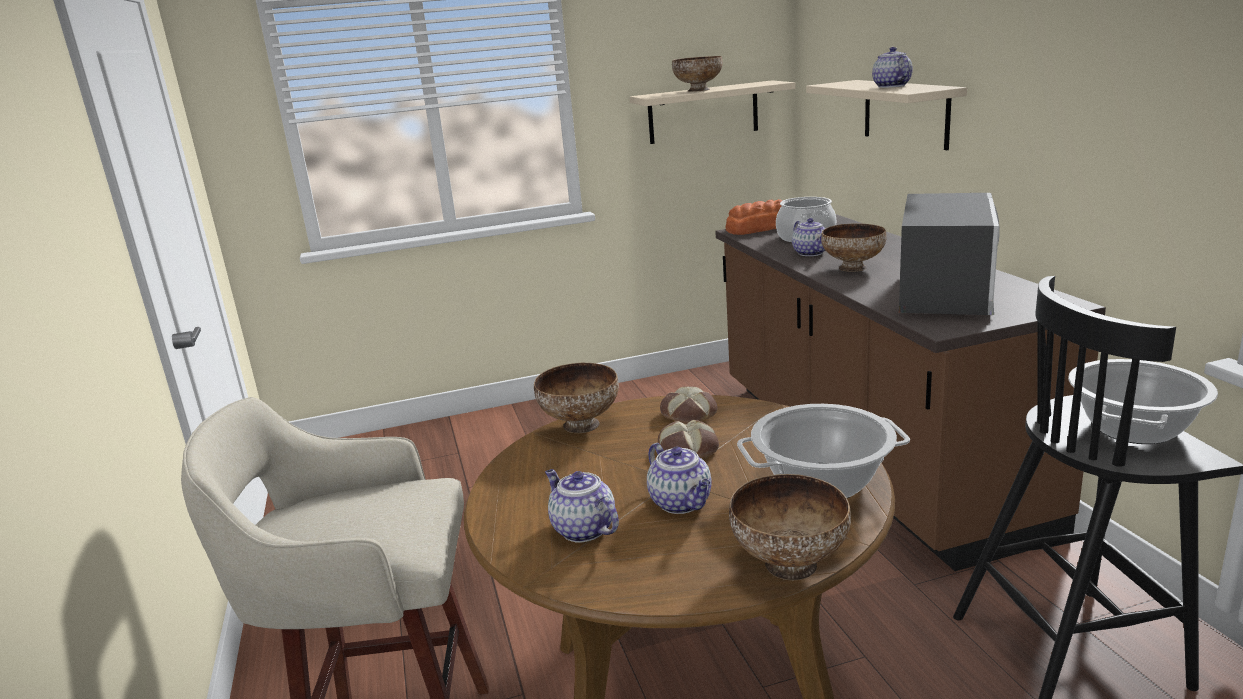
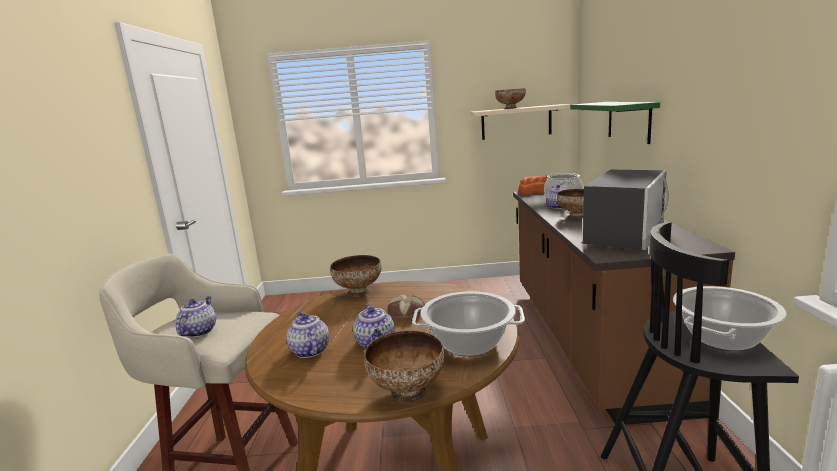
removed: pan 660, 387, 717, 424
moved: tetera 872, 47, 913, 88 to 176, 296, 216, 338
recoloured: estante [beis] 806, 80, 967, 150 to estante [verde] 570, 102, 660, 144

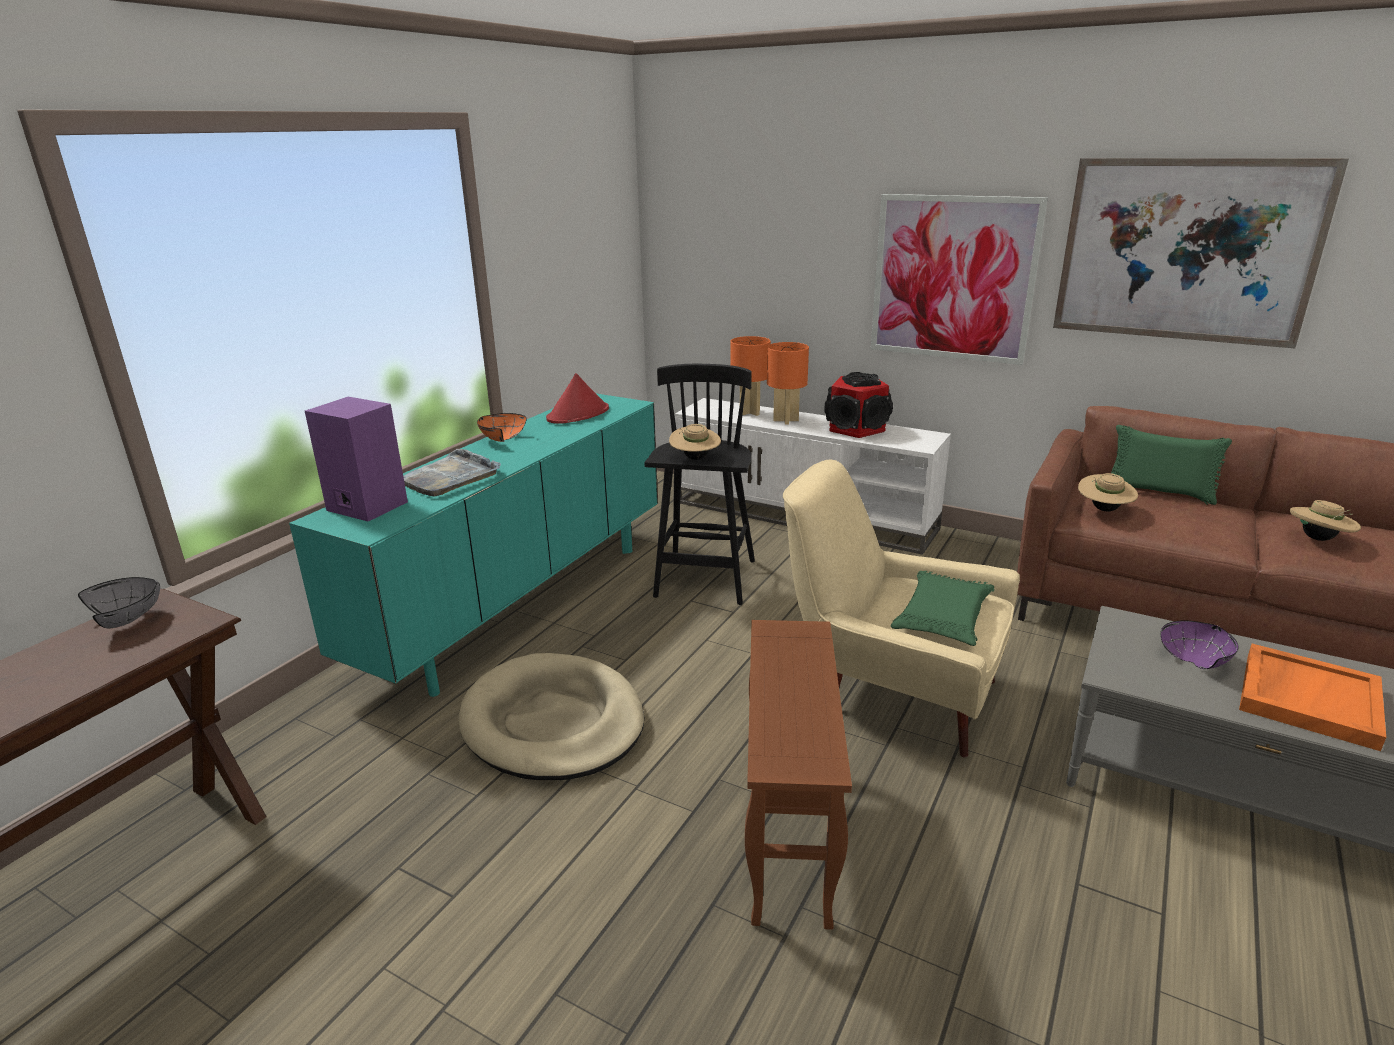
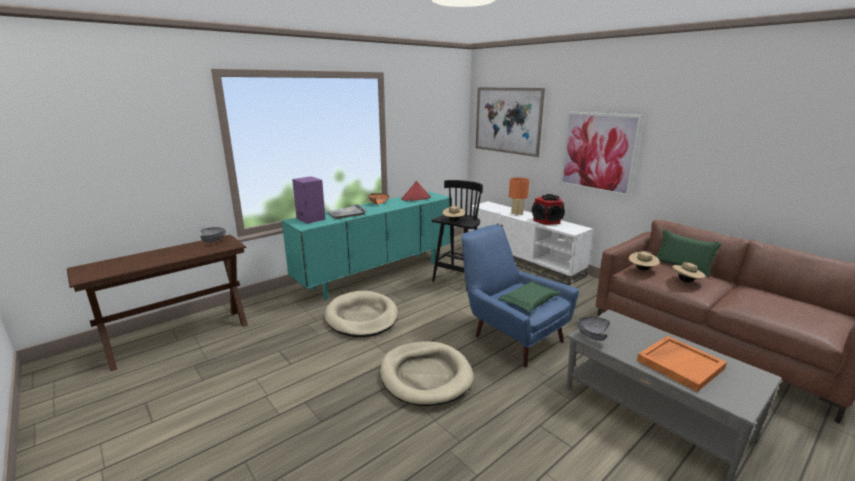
removed: lámpara de mesa [naranja] 731, 336, 771, 416; cuenco [morado] 1161, 620, 1239, 669
added: cuenco [gris] 577, 317, 610, 341
moved: cuadro 1053, 158, 1349, 348 to 476, 87, 545, 157; sombrero [beis] 1290, 500, 1361, 541 to 672, 262, 705, 283
replaced: mesa auxiliar [marrón] 745, 620, 852, 930 to cama para perro [beis] 380, 341, 474, 406
recoloured: sillón [beis] 783, 459, 1020, 758 to sillón [azul] 461, 225, 579, 367

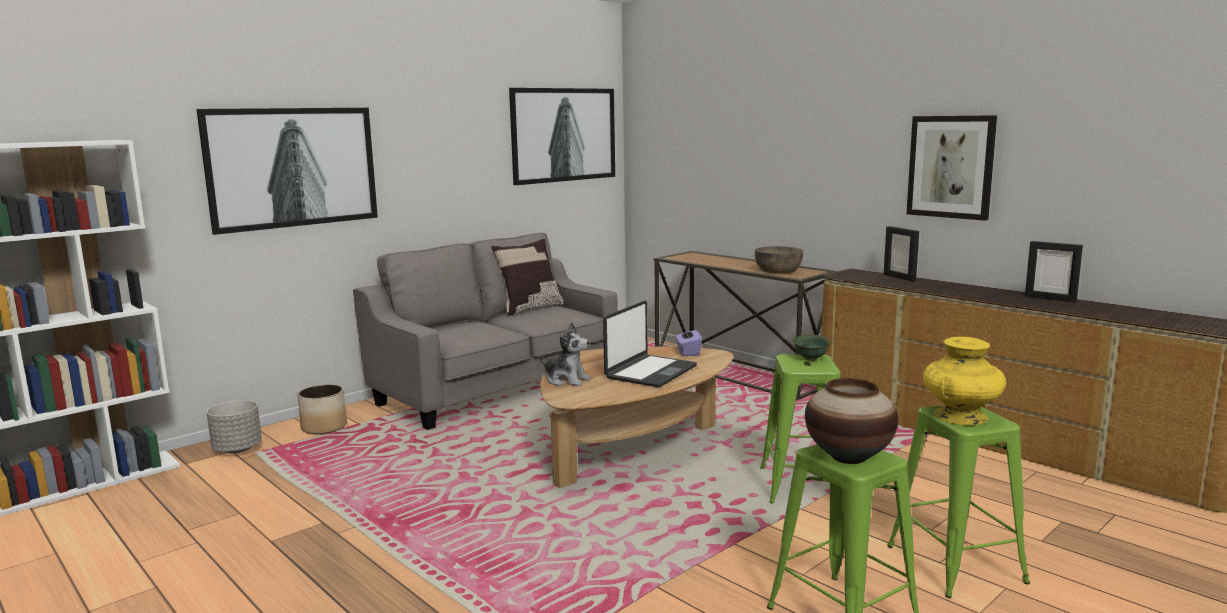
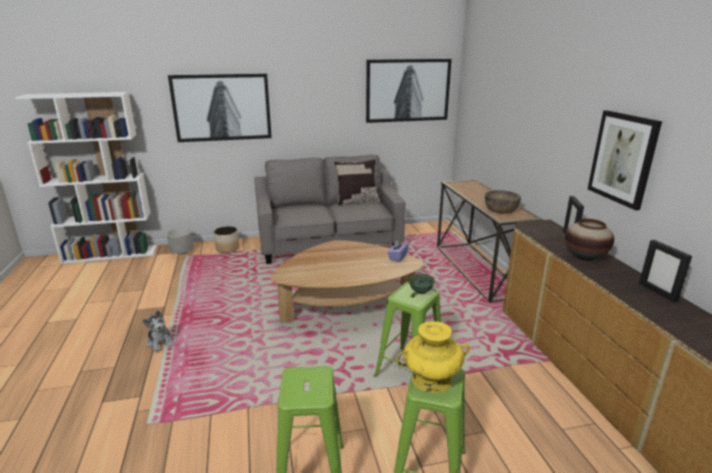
removed: portátil 603, 301, 697, 387
moved: peluche 538, 322, 591, 386 to 143, 310, 174, 352; florero 805, 378, 898, 464 to 565, 219, 614, 261

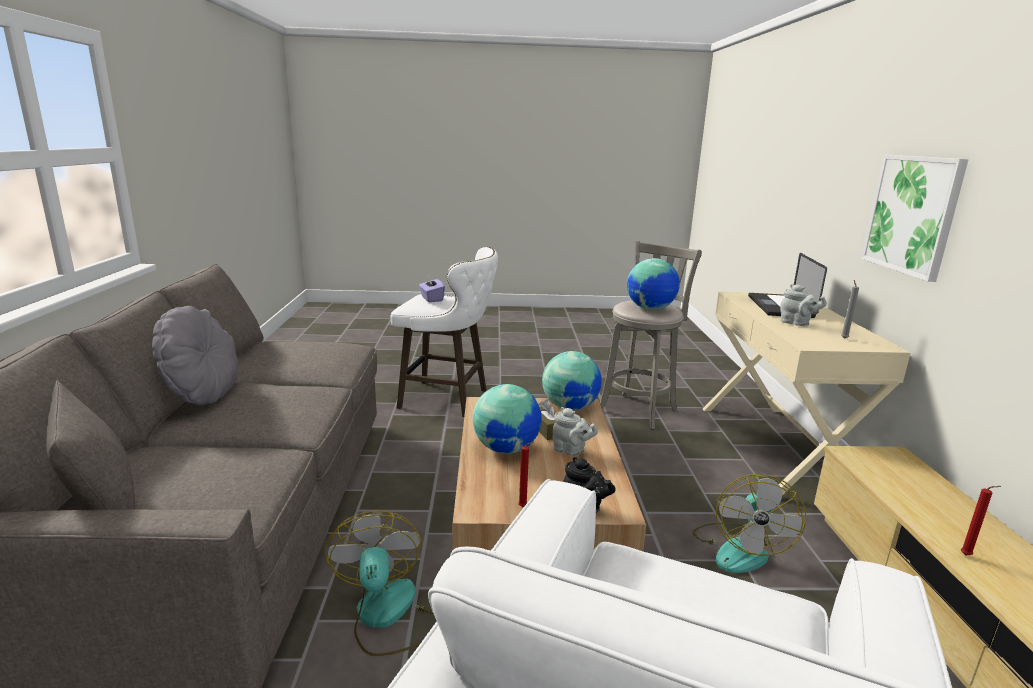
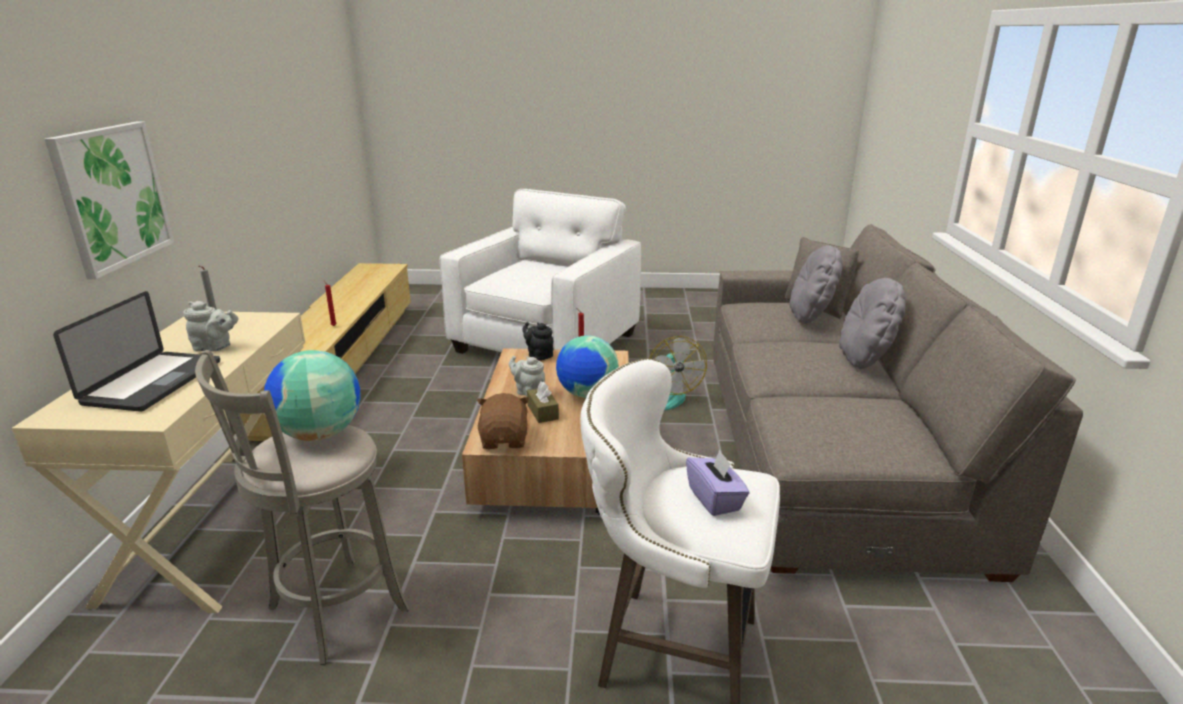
removed: ventilador 693, 474, 806, 573
added: cojín [gris] 789, 245, 843, 324
replaced: globo terráqueo 542, 351, 602, 410 to peluche [marrón] 477, 393, 530, 449
turned: tetera [gris] 780, 284, 827, 326 = 183, 301, 238, 352 135 degrees clockwise

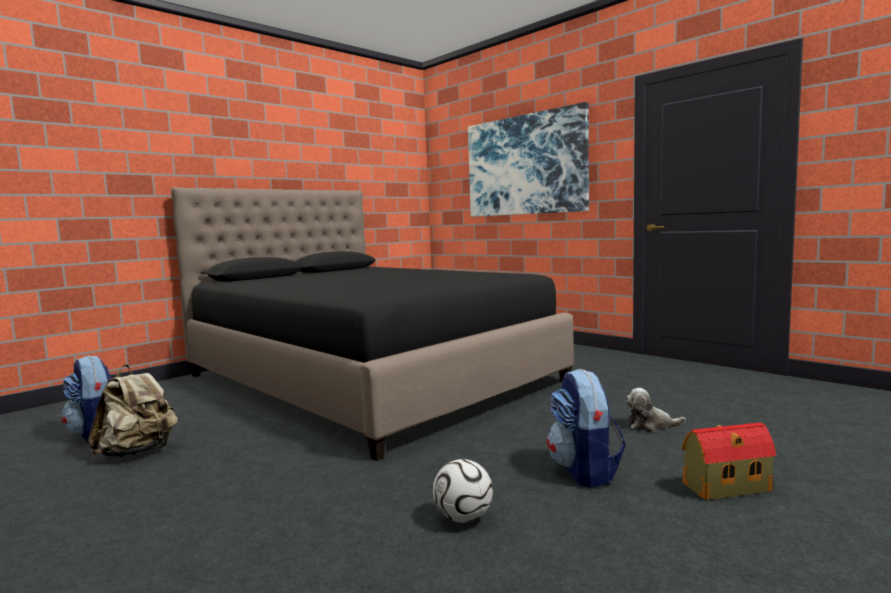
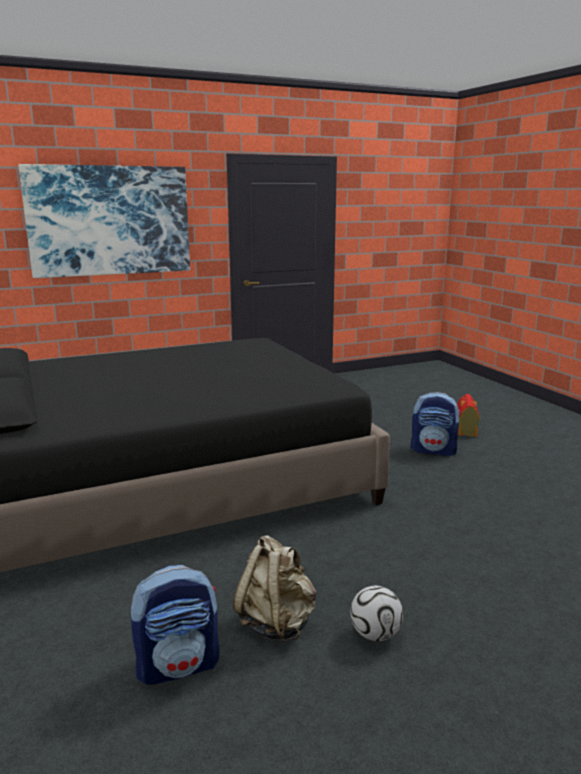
removed: peluche 624, 388, 686, 432
moved: balón de fútbol 433, 459, 493, 523 to 351, 586, 403, 641

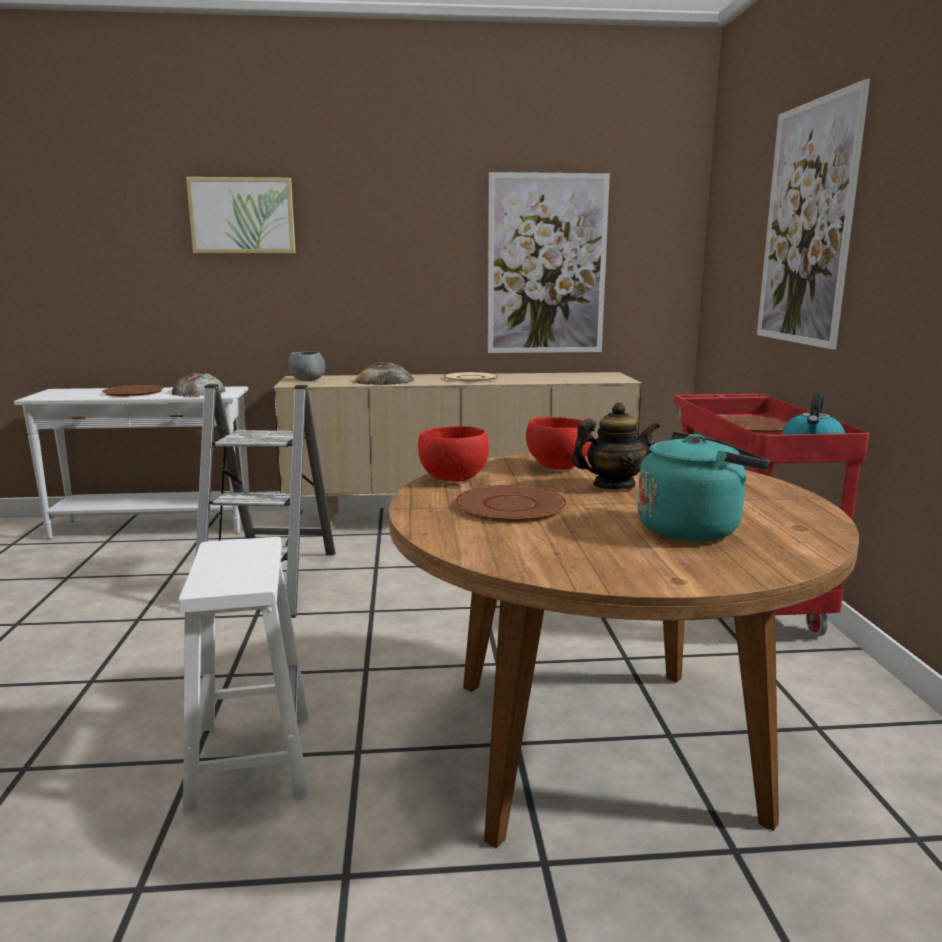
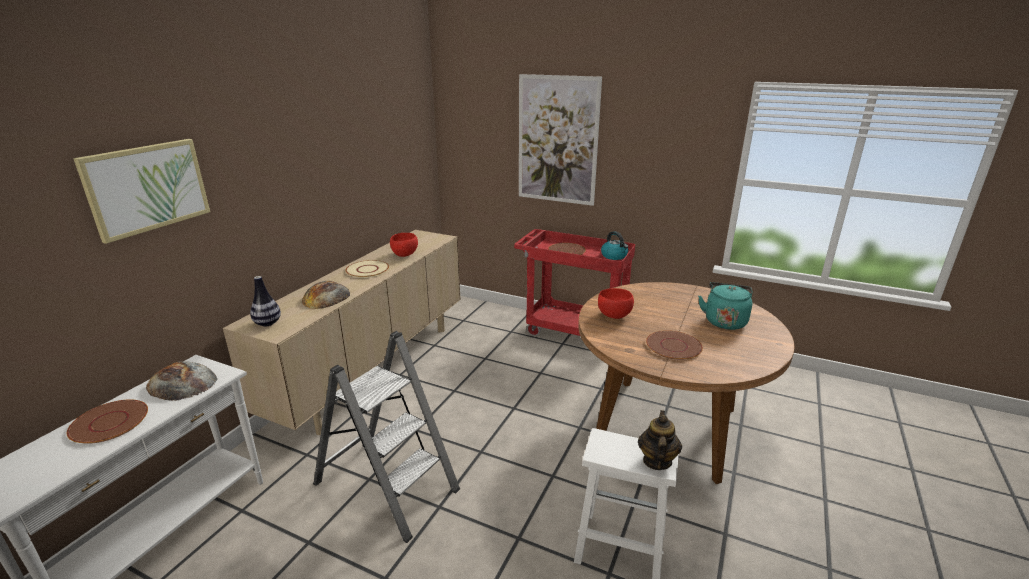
removed: cuadro 488, 172, 610, 353
moved: cuenco [rojo] 418, 426, 489, 481 to 390, 233, 418, 257; tetera 572, 402, 660, 490 to 638, 410, 682, 470
replaced: cuenco [gris] 288, 351, 325, 381 to florero 250, 276, 281, 326

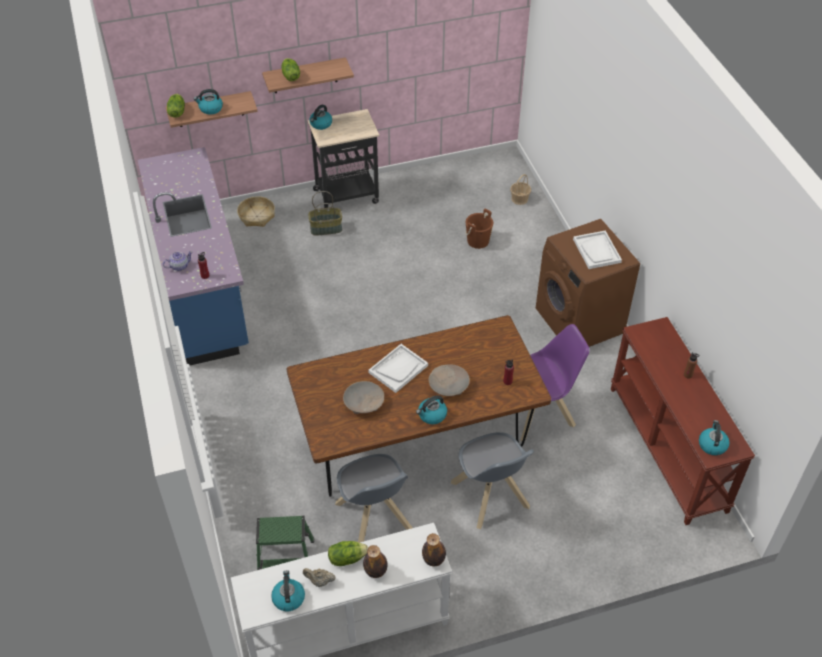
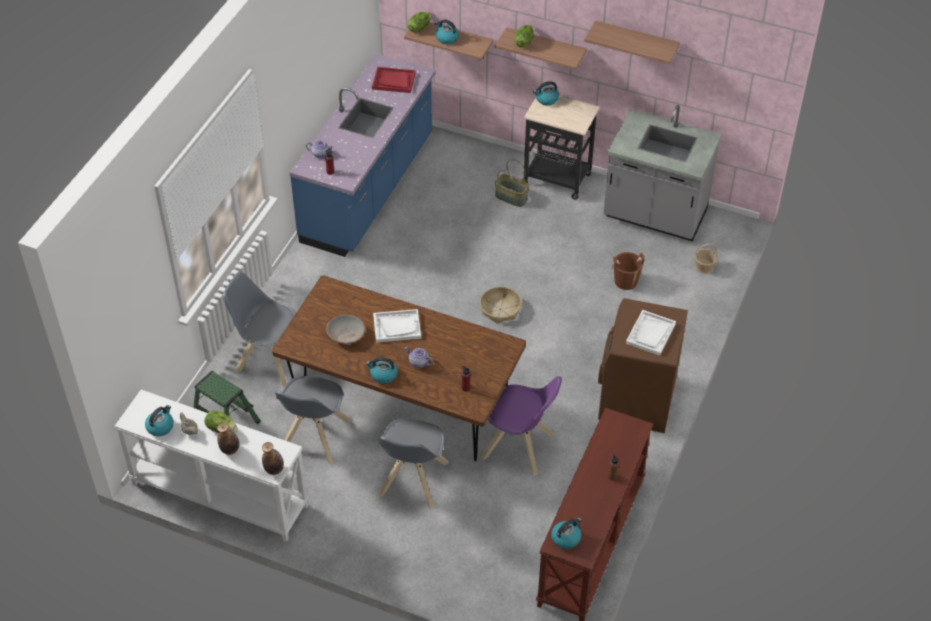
added: silla [gris] 223, 272, 296, 387; bandeja [rojo] 372, 67, 416, 93; estante 584, 20, 680, 64; mueble bajo de cocina [gris] 603, 105, 722, 242
moved: cesta 237, 196, 275, 227 to 480, 287, 521, 323
replaced: cuenco [beis] 429, 364, 470, 396 to tetera 405, 347, 433, 368

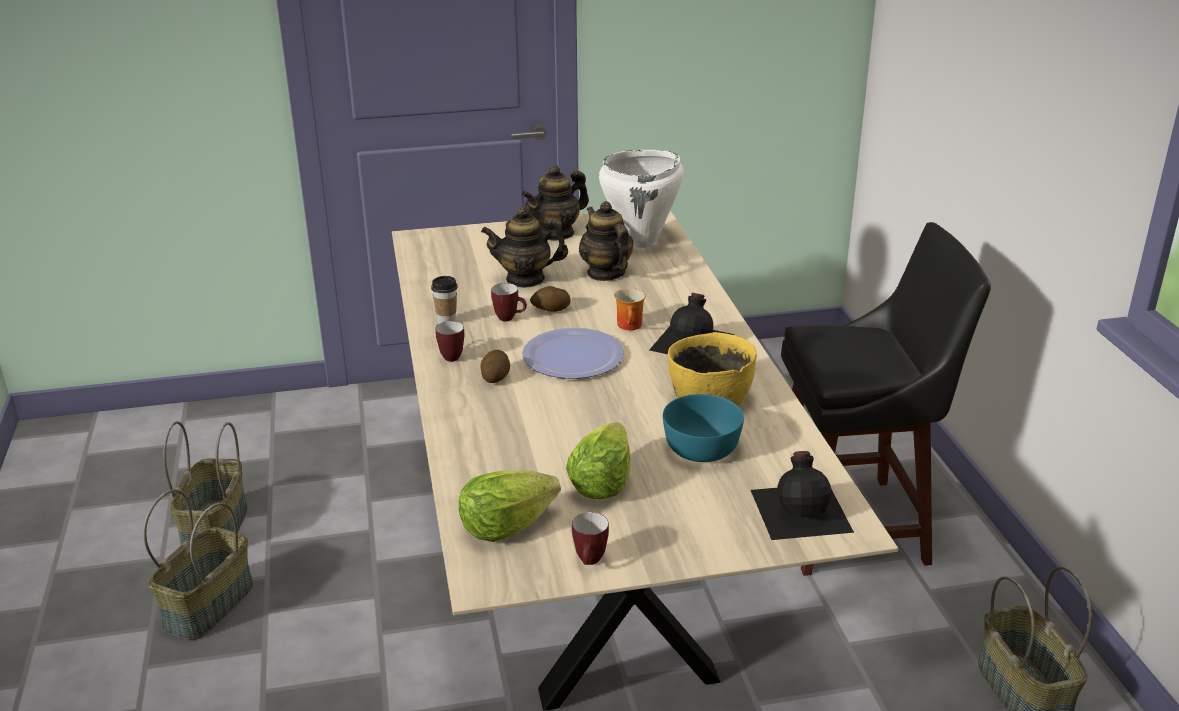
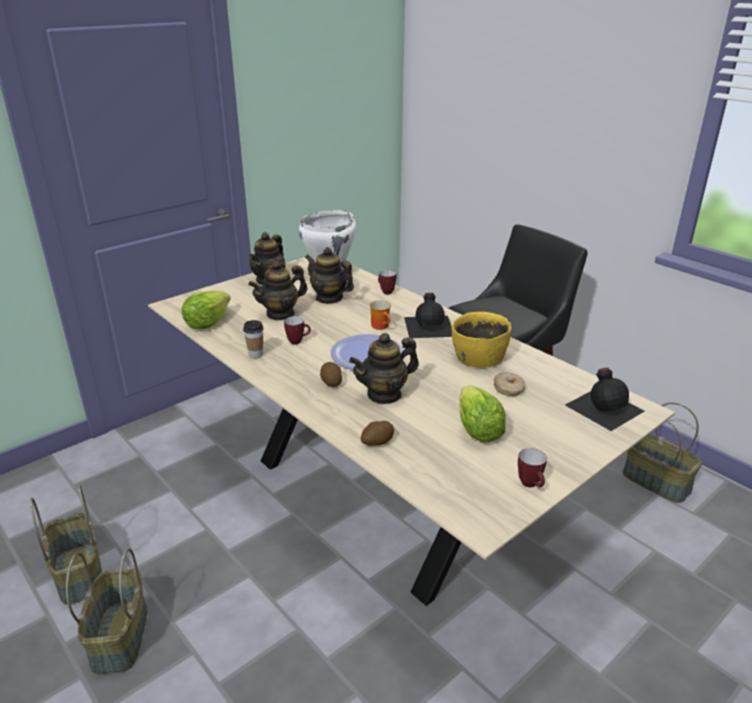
added: tetera 349, 333, 419, 404
moved: taza grande 435, 321, 464, 362 to 378, 270, 396, 294; lechuga 459, 470, 561, 542 to 182, 291, 231, 329; patata 530, 286, 571, 312 to 361, 421, 394, 446
replaced: cuenco [turquesa] 663, 394, 744, 462 to rosquilla 494, 372, 525, 396

